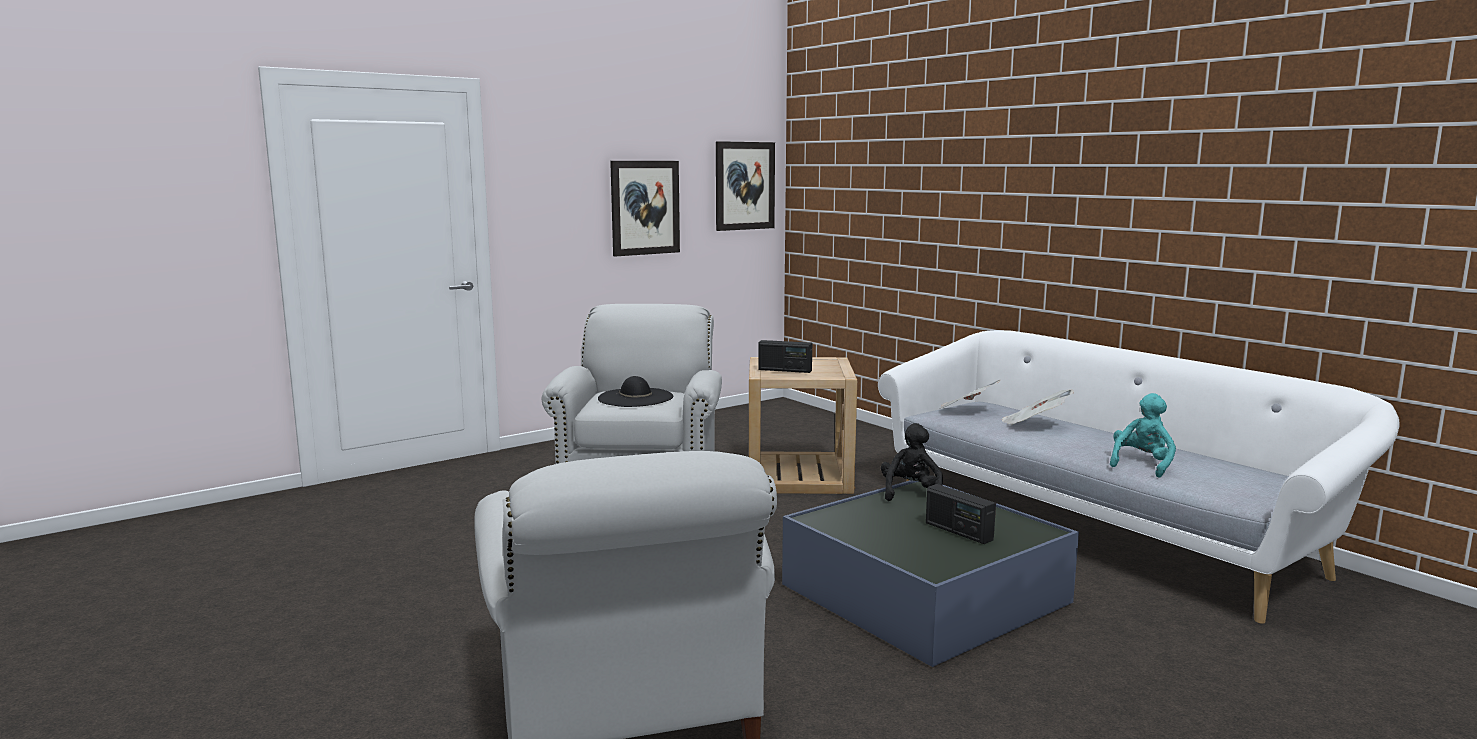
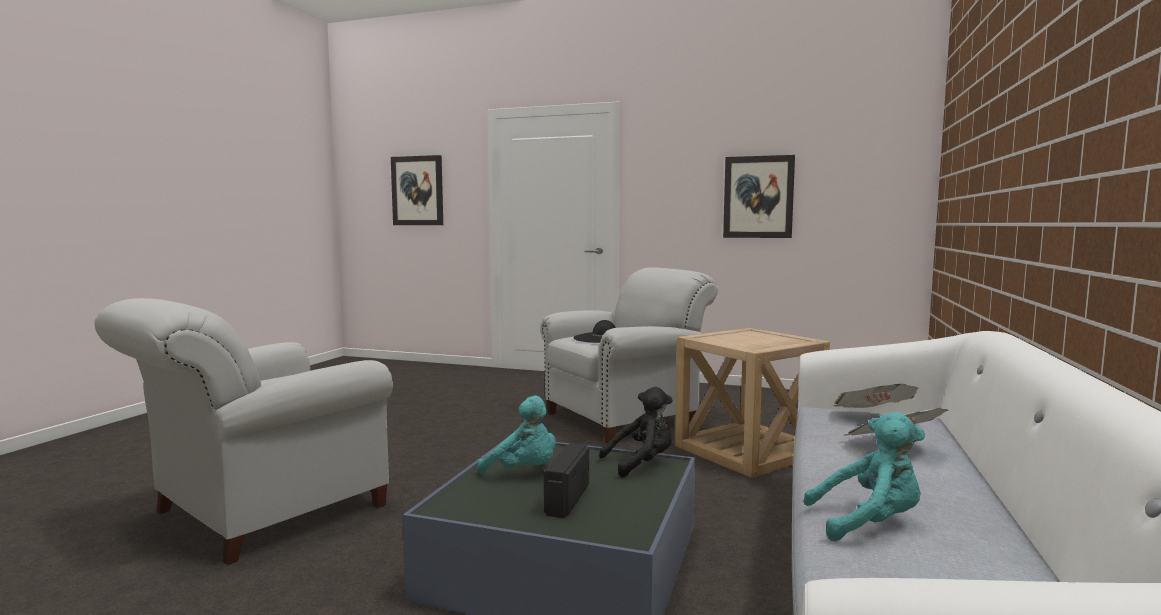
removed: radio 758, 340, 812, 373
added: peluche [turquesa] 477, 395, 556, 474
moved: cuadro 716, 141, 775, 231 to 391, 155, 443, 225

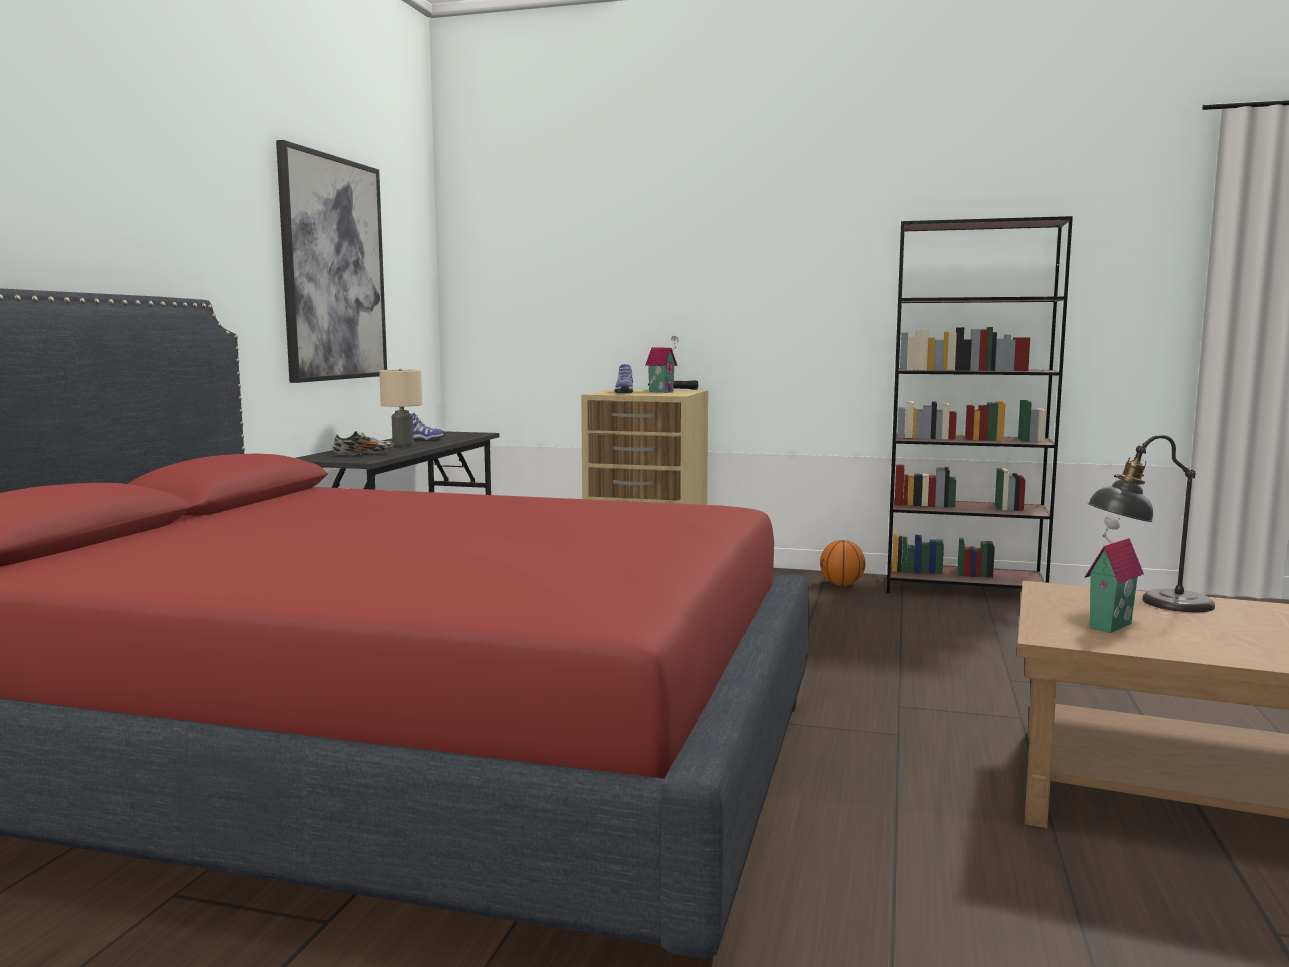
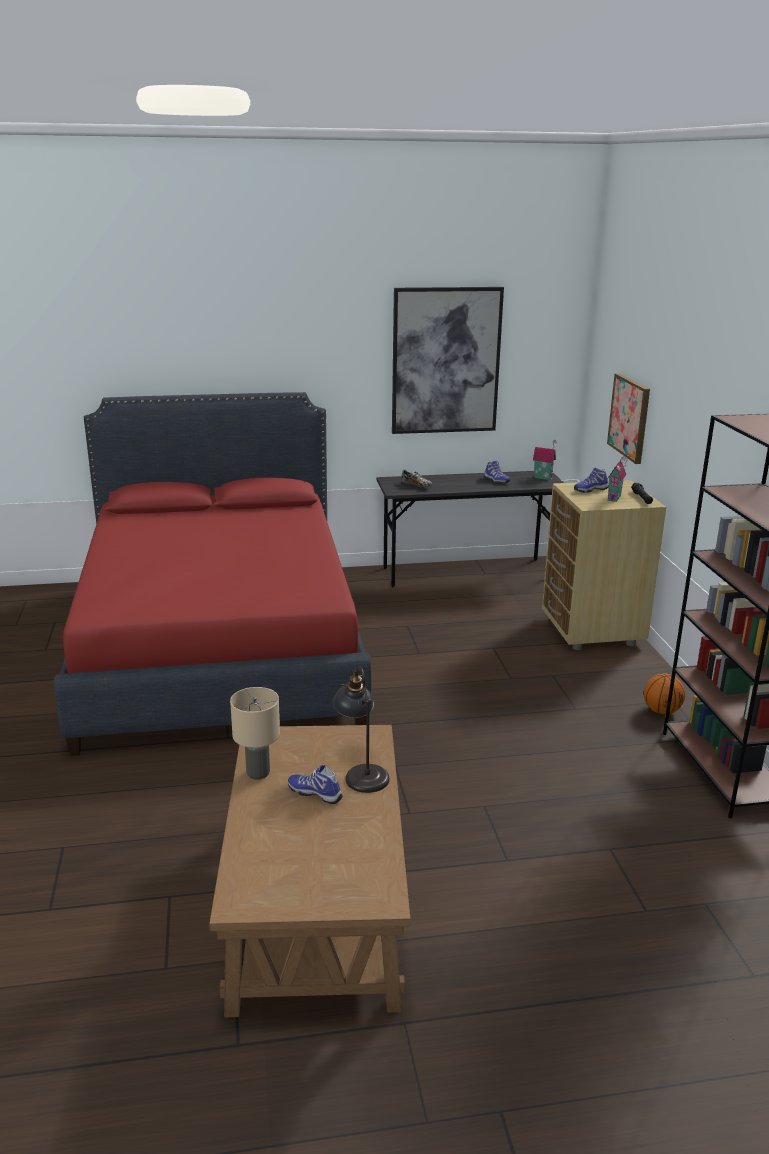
added: zapato 288, 765, 343, 804; cuadro 607, 373, 650, 464
moved: lámpara de mesa [beis] 379, 369, 422, 447 to 230, 687, 280, 780; casita 1085, 515, 1144, 633 to 533, 440, 557, 480

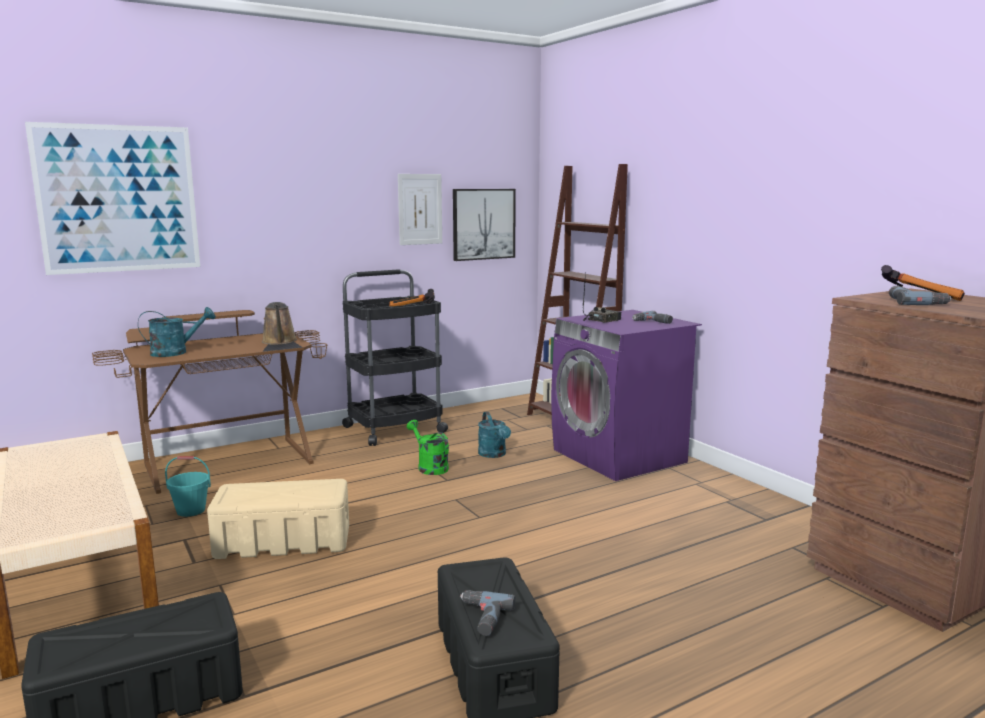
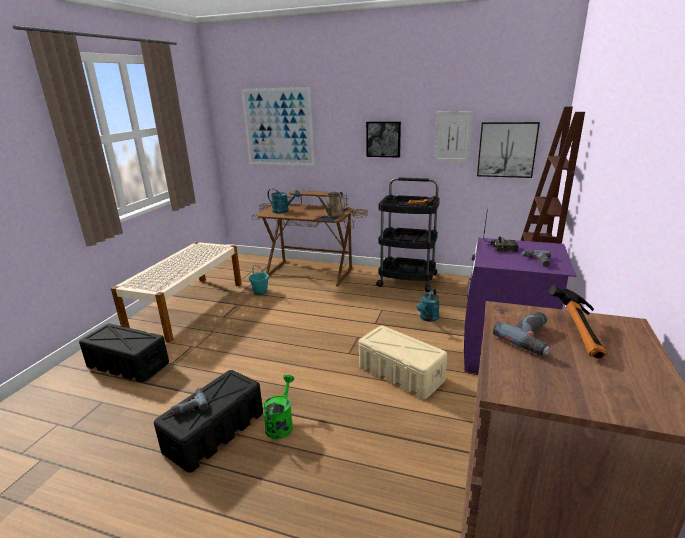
added: cuadro 366, 121, 401, 158
moved: caja de almacenaje [beis] 207, 479, 349, 559 to 359, 326, 447, 399; regadera [verde] 407, 420, 449, 475 to 263, 374, 295, 439

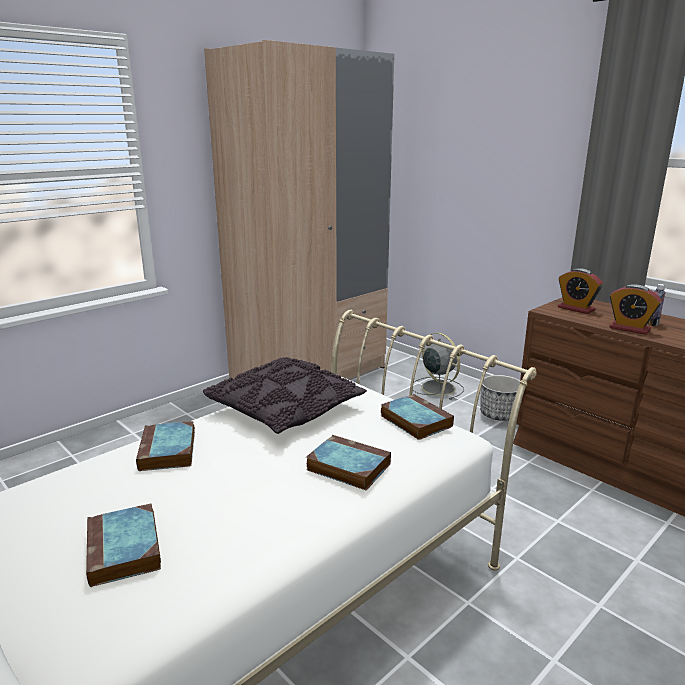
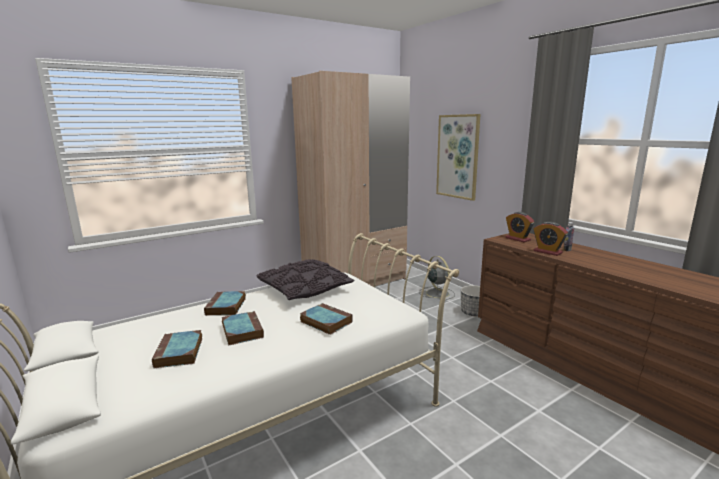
added: cuadro 436, 114, 480, 201
moved: libro 381, 394, 454, 440 to 222, 311, 264, 345

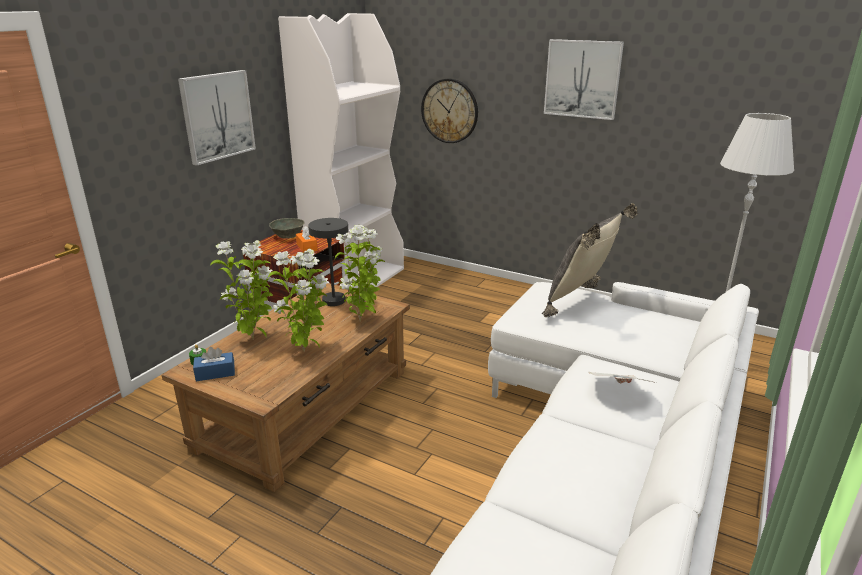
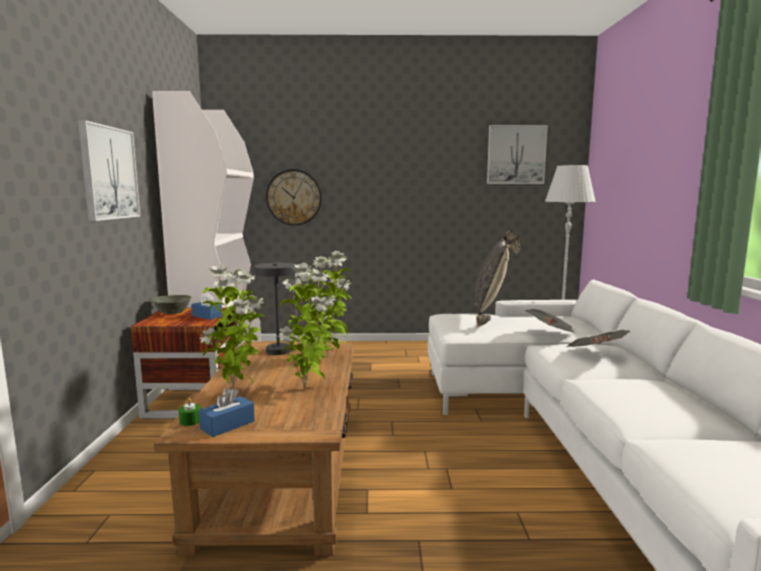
added: periódico 525, 309, 574, 332
moved: cuadro 544, 39, 624, 120 to 487, 125, 548, 184
recoloured: caja de pañuelos [naranja] 296, 226, 318, 252 to caja de pañuelos [azul] 191, 292, 222, 320

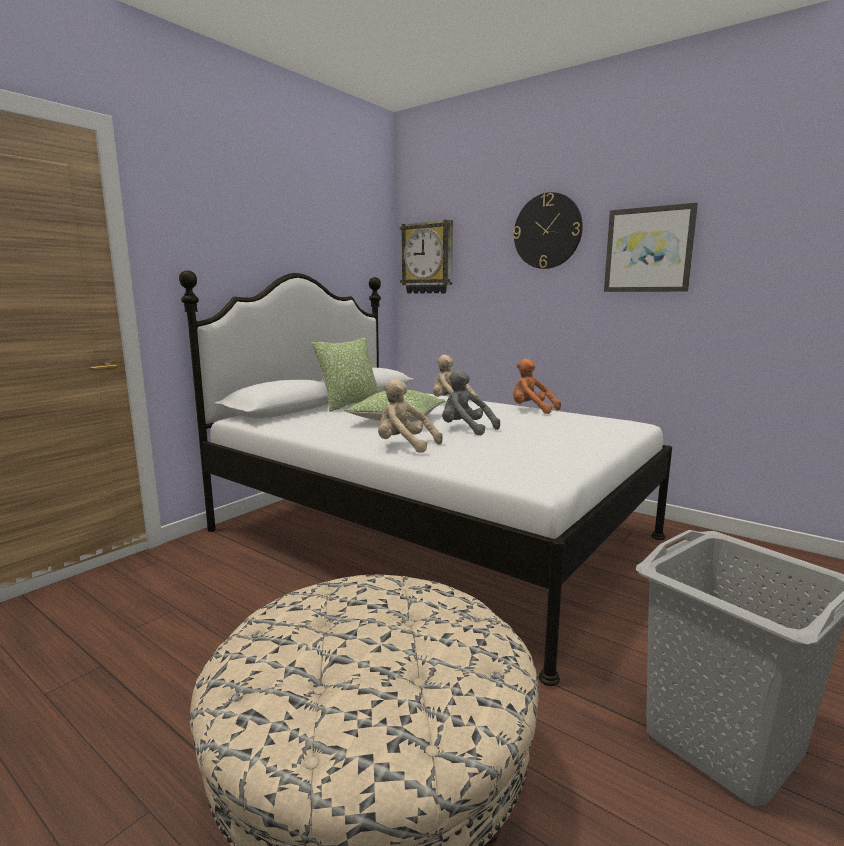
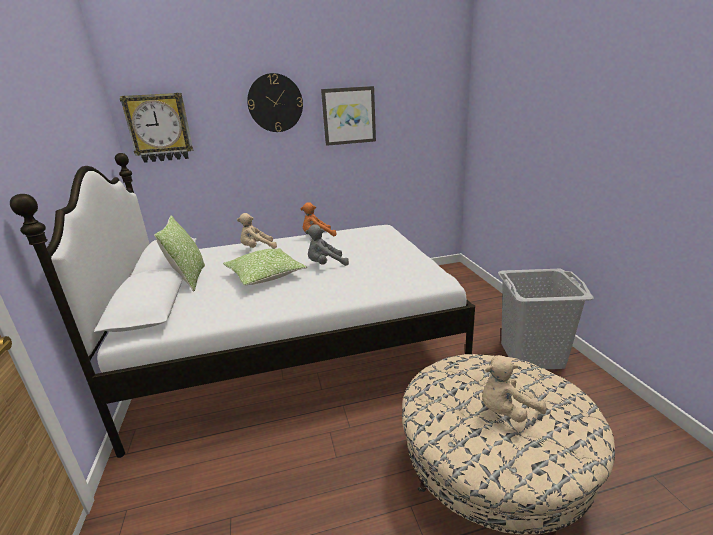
moved: peluche [beis] 378, 378, 443, 453 to 482, 355, 546, 423

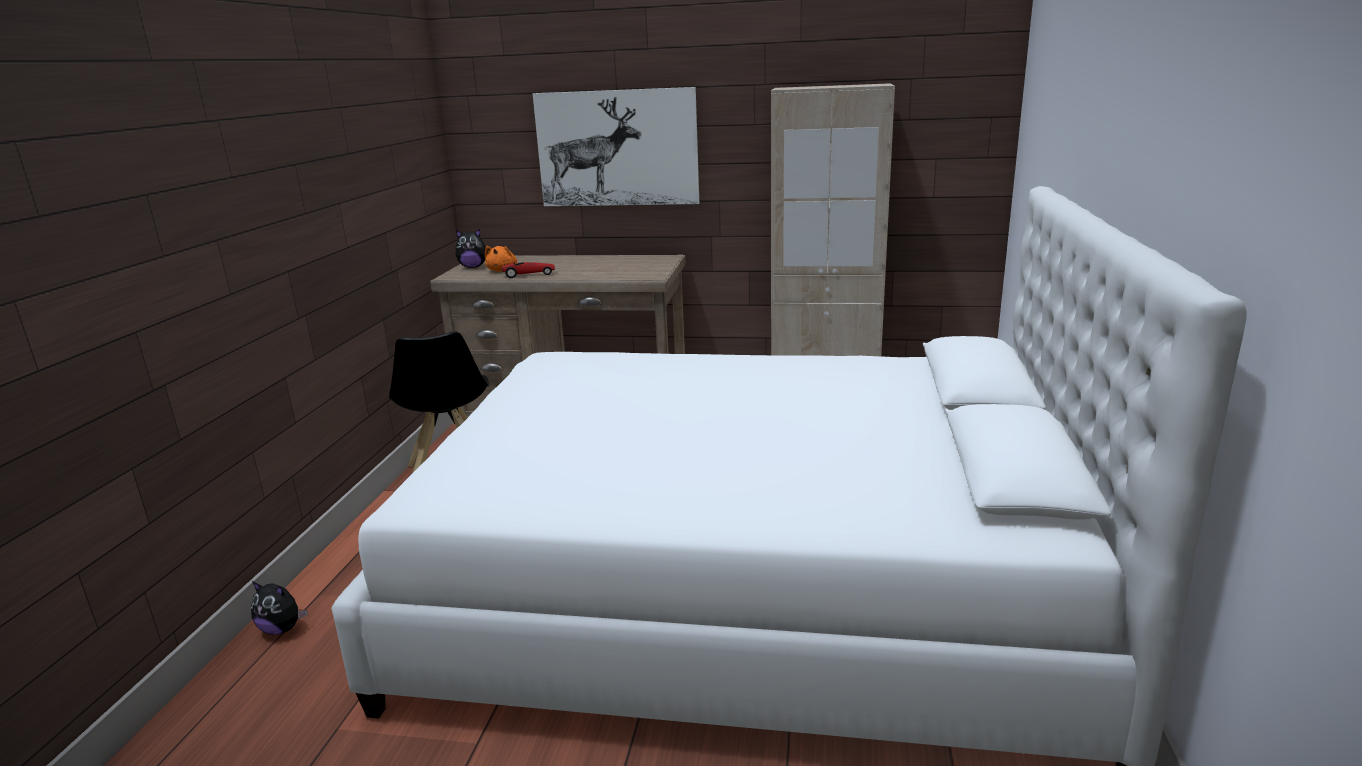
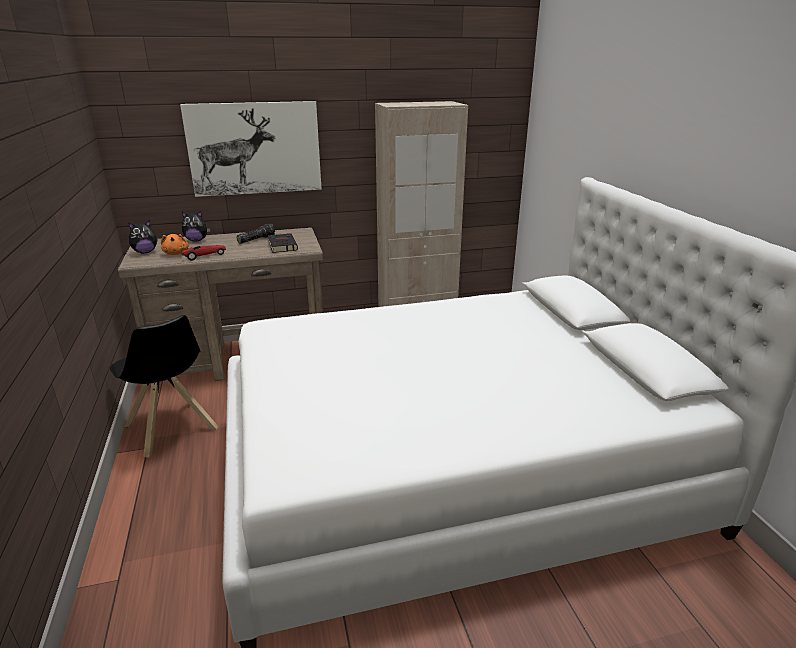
added: linterna 237, 224, 275, 244; libro [negro] 268, 233, 298, 253
moved: peluche 251, 581, 308, 635 to 182, 211, 211, 241

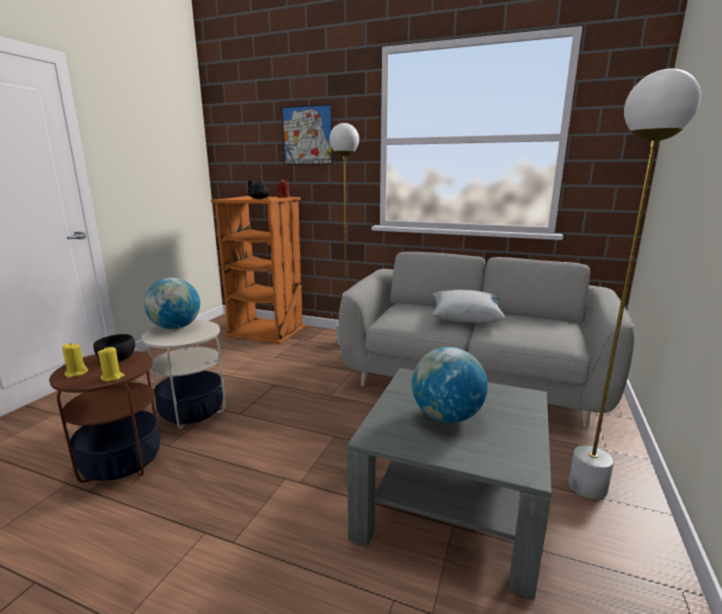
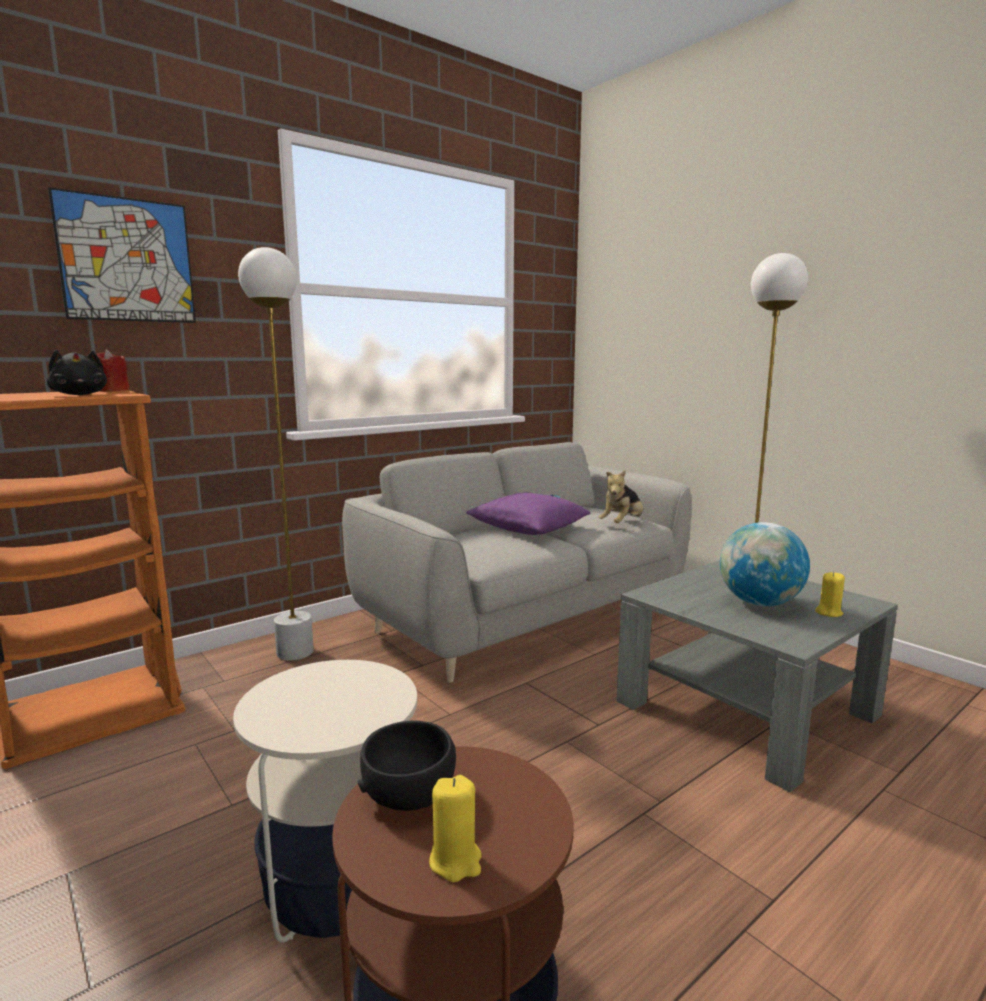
removed: globo terráqueo 144, 278, 200, 329
added: peluche 598, 470, 643, 523
moved: vela [amarillo] 98, 347, 125, 381 to 815, 572, 845, 617
recoloured: cojín [gris] 432, 289, 506, 323 to cojín [morado] 466, 492, 590, 535

